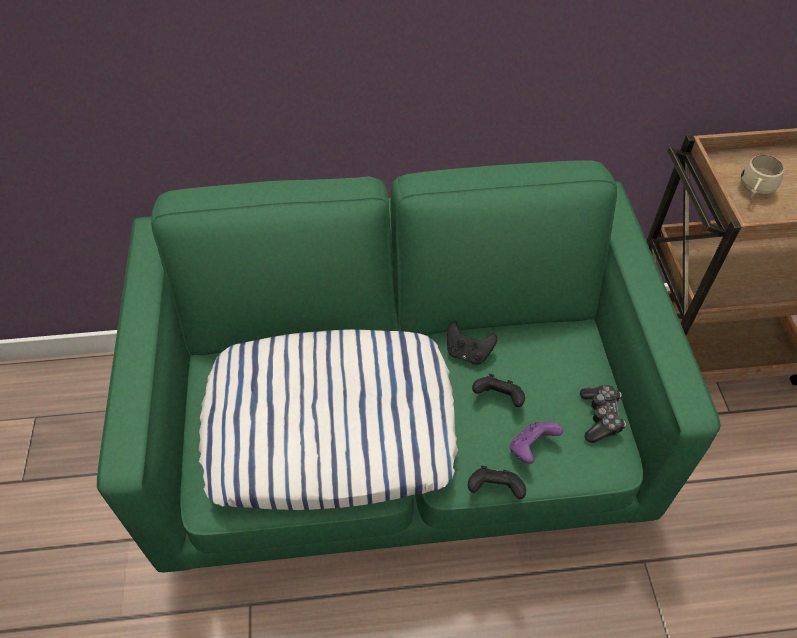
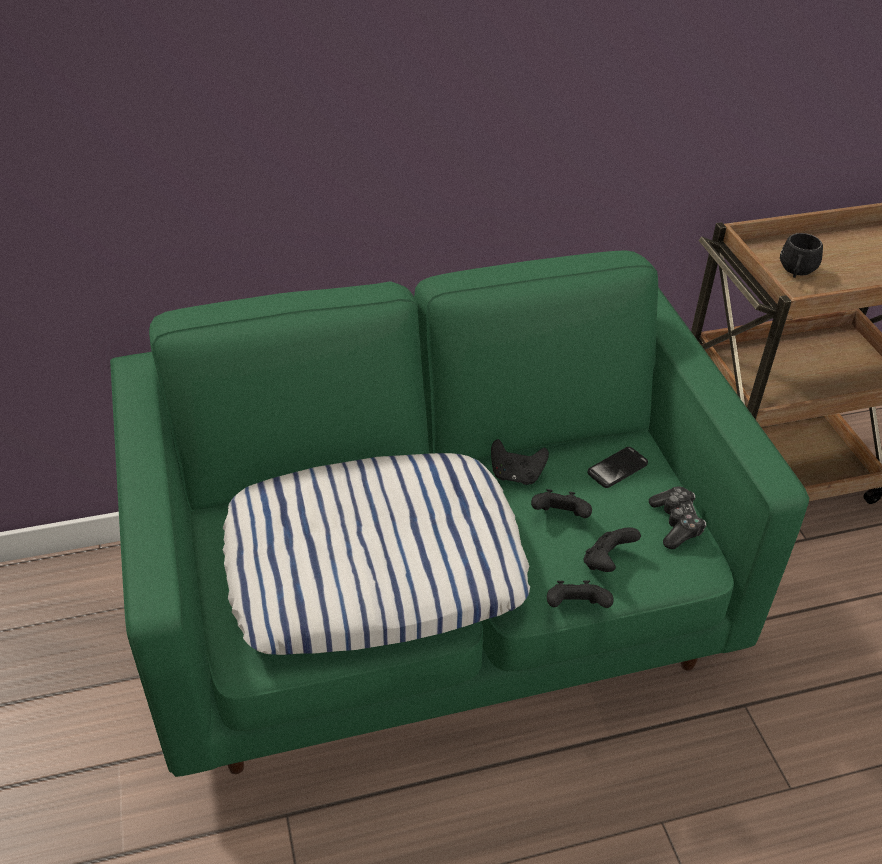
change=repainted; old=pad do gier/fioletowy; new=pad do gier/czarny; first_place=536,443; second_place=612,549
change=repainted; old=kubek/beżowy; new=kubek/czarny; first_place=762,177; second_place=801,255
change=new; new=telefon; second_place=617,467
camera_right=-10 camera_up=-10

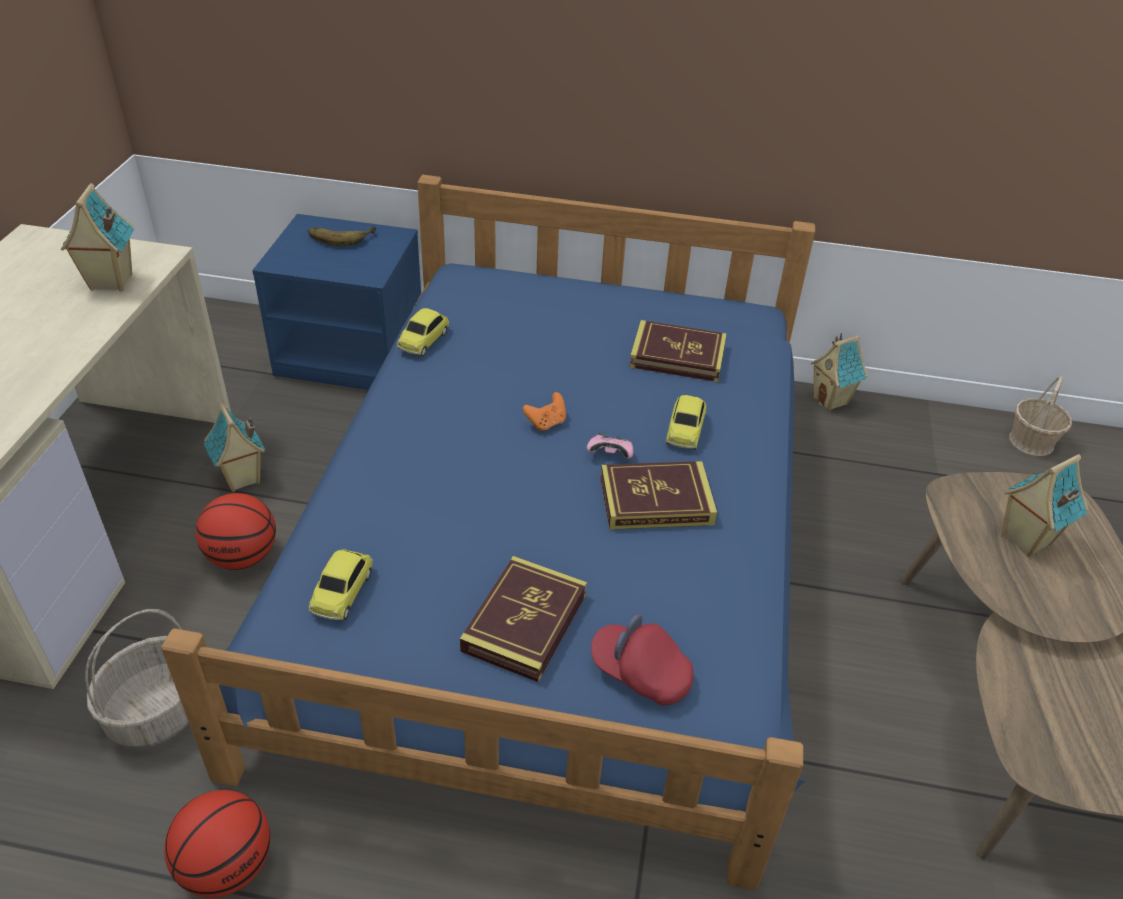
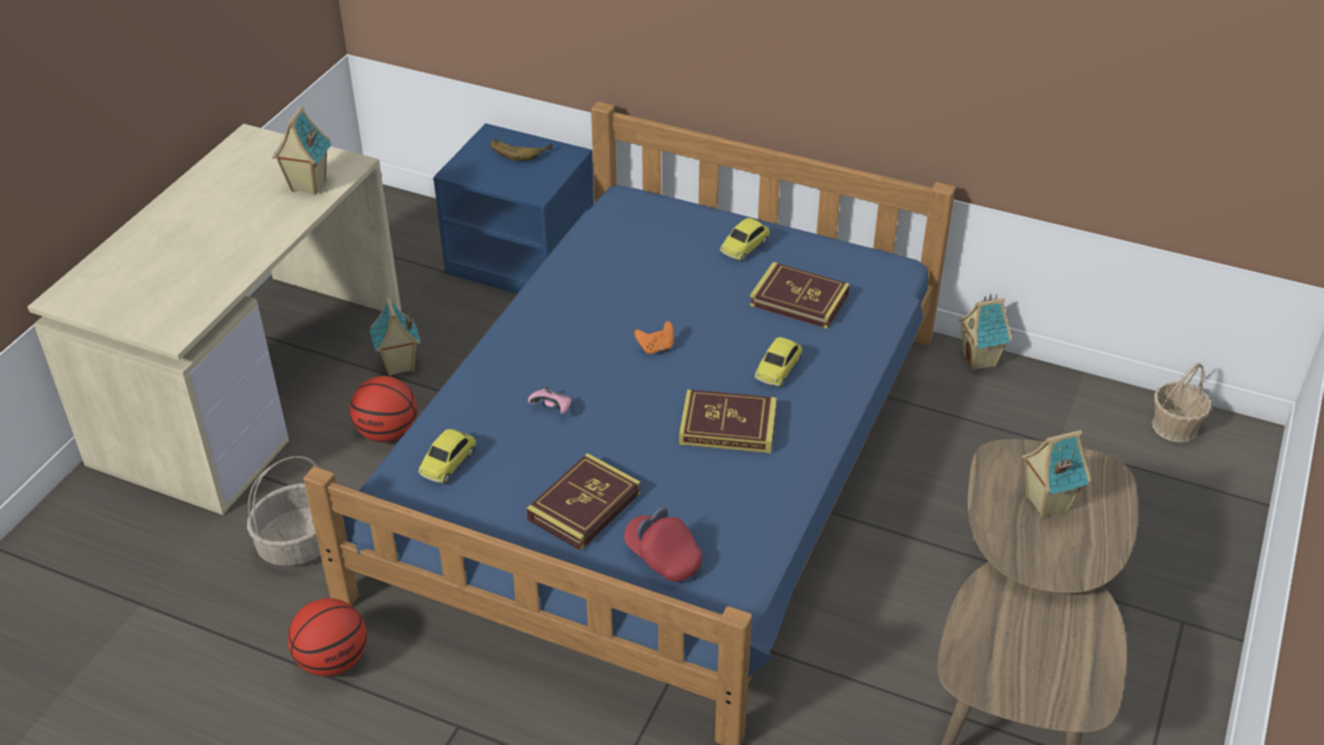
change=shifted; old=samochodzik; first_place=423,332; second_place=745,240
change=shifted; old=pad do gier/różowy; first_place=610,445; second_place=549,400
camera_right=15 camera_up=0

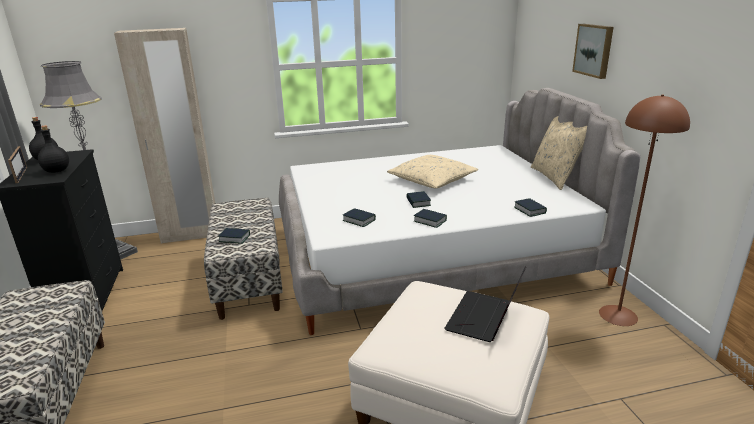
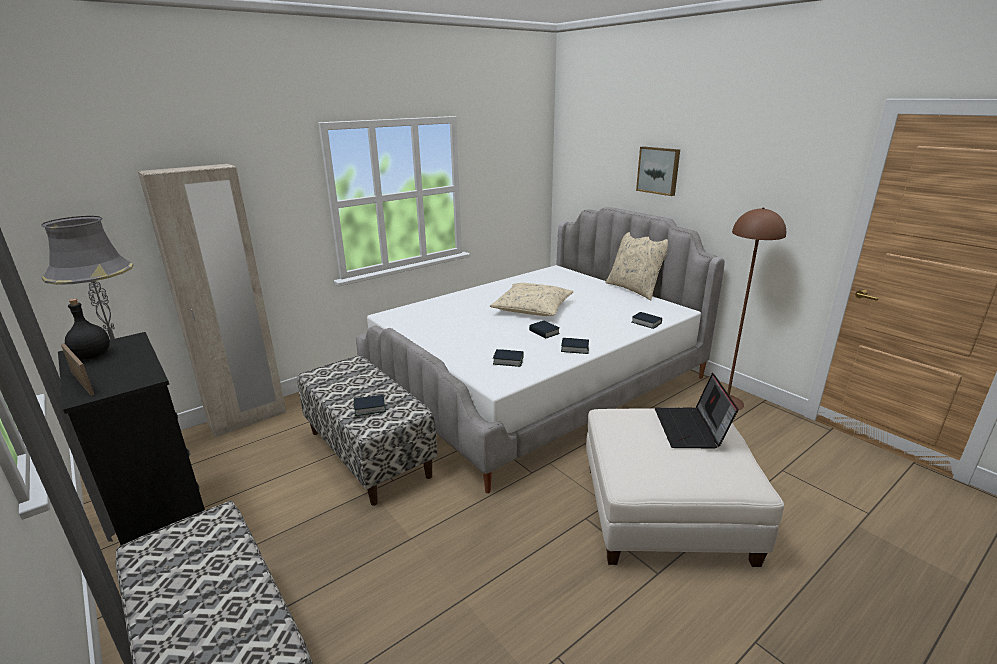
change=gone; old=butelka/czarny; first_place=53,149
camera_right=-25 camera_up=0

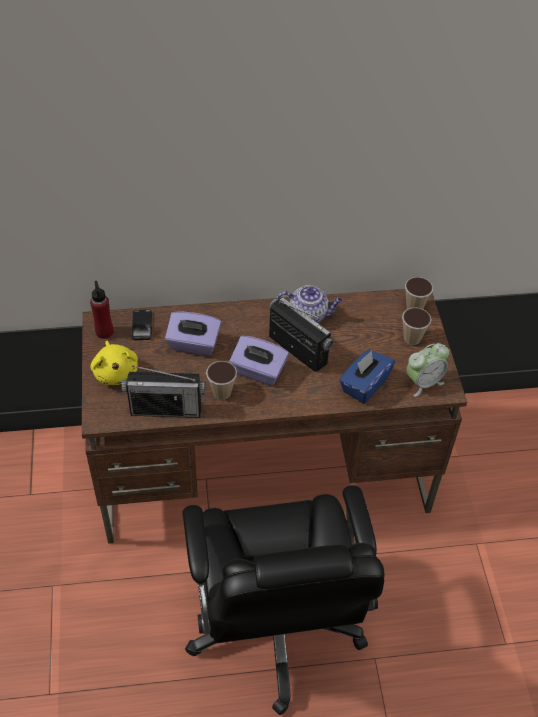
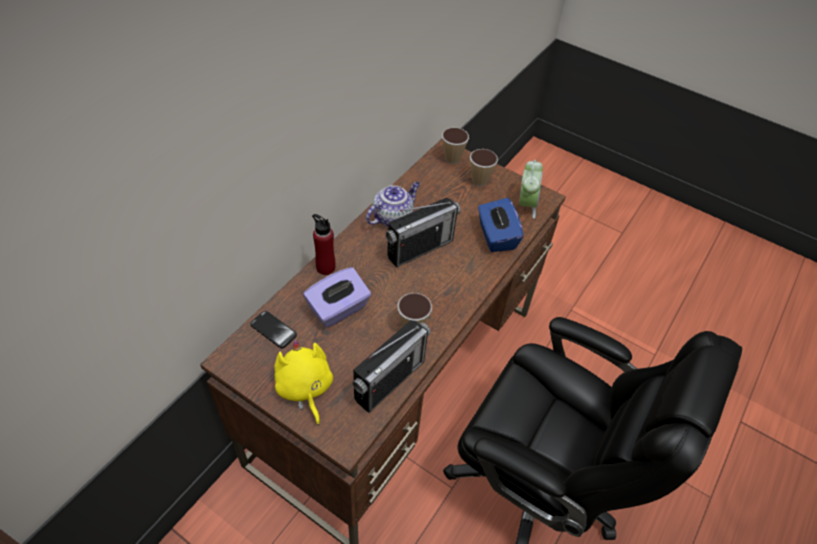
change=shifted; old=butelka/czerwony; first_place=101,310; second_place=324,244
change=rotated; old=pluszak/żółty; first_place=114,363; second_place=304,382; degrees=-135
change=gone; old=pudełko chusteczek/fioletowy; first_place=259,361
change=rotated; old=radio; first_place=301,334; second_place=423,233; degrees=150
camera_right=-50 camera_up=0

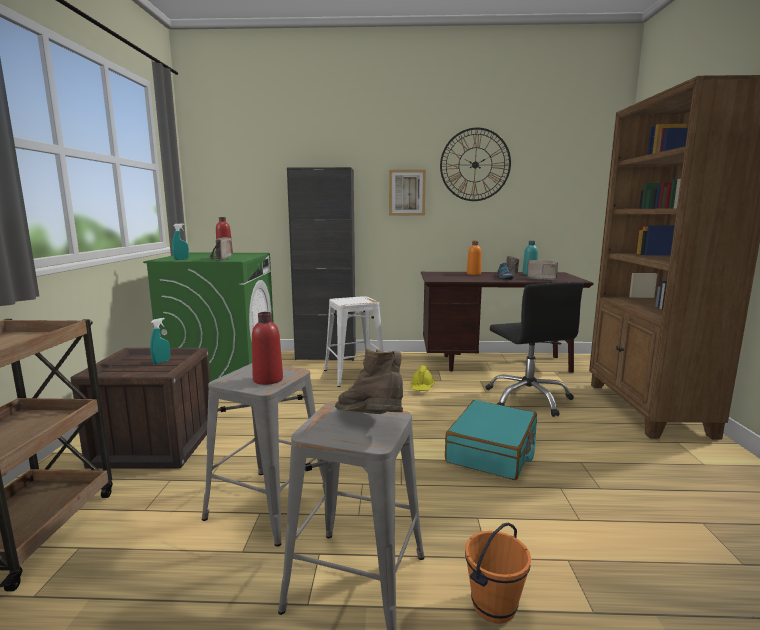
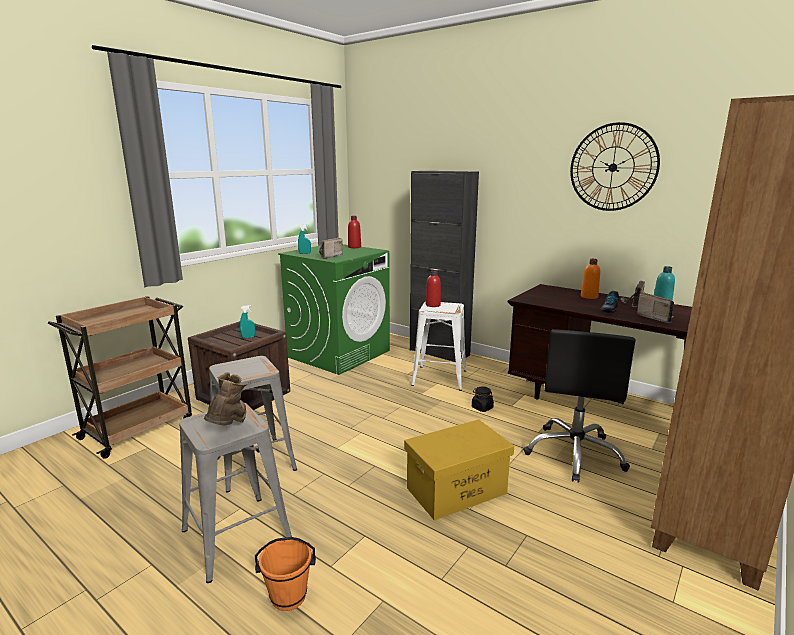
change=shifted; old=butelka/czerwony; first_place=267,348; second_place=433,288
change=gone; old=obraz; first_place=407,192
change=swapped; old=kask/żółty; new=słoik/czarny; first_place=422,378; second_place=483,399
change=swapped; old=walizka/turkusowy; new=pojemnik do przechowywania/żółty; first_place=491,440; second_place=459,469
camera_right=35 camera_up=5

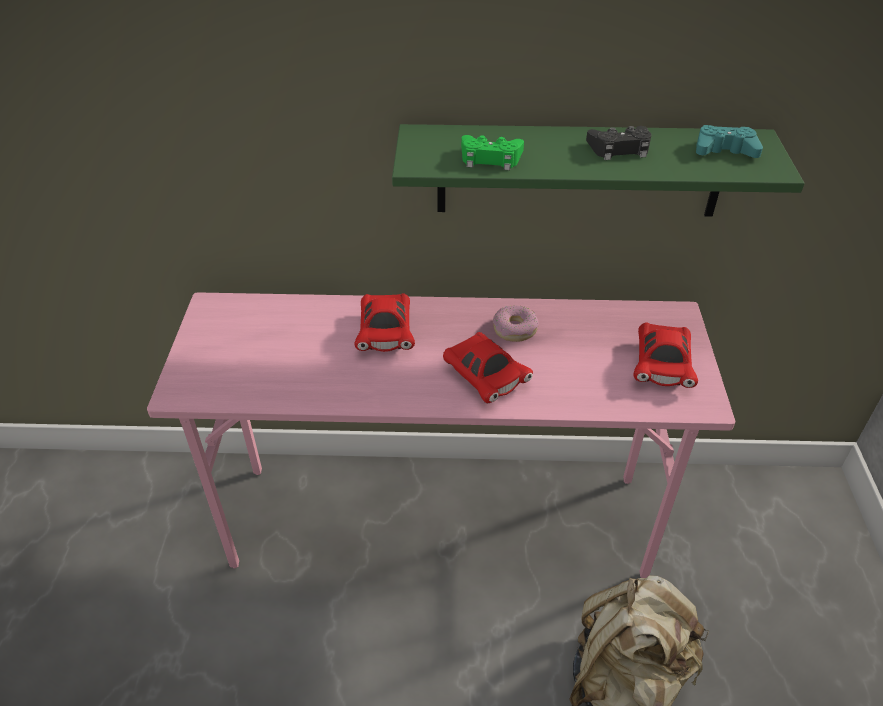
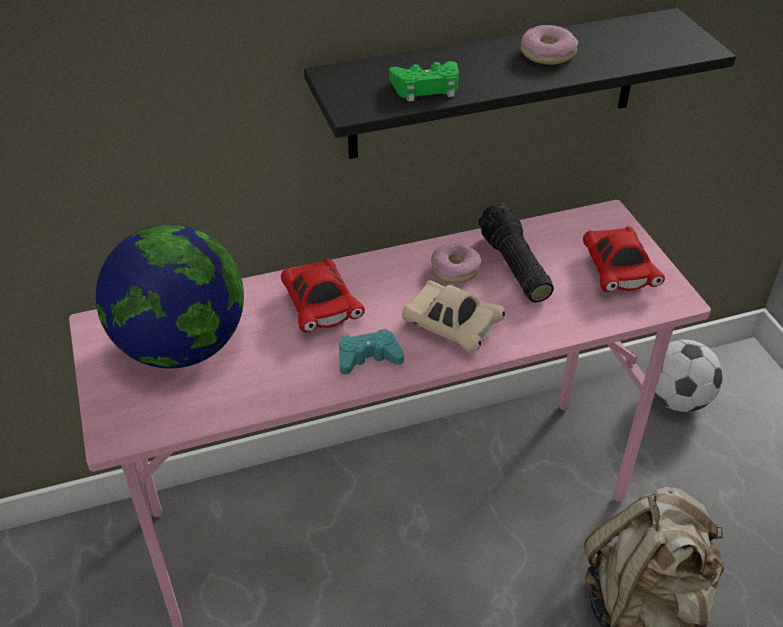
change=repainted; old=półka/zielony; new=półka/czarny; first_place=598,170; second_place=520,83
change=repainted; old=samochodzik/czerwony; new=samochodzik/beżowy; first_place=488,367; second_place=453,316
change=swapped; old=pad do gier/czarny; new=donut; first_place=618,143; second_place=549,45
change=shifted; old=pad do gier/turkusowy; first_place=729,141; second_place=371,352
change=new; new=globus; second_place=170,296
change=new; new=latarka; second_place=516,253
change=new; new=piłka futbolowa; second_place=688,375
camera_right=-20 camera_up=0

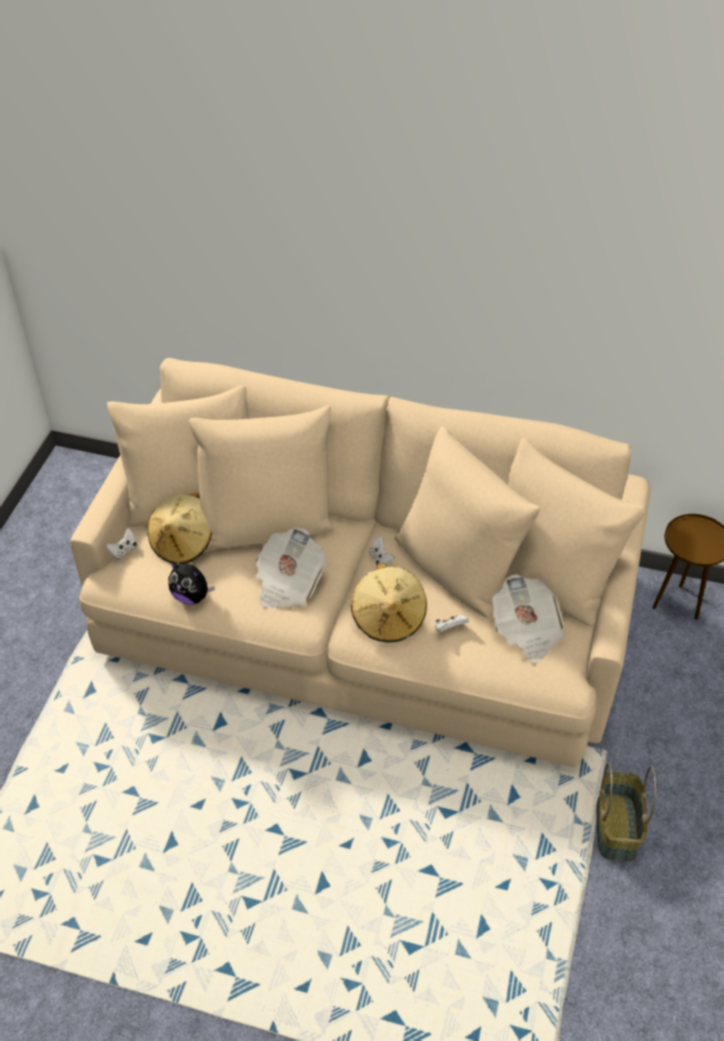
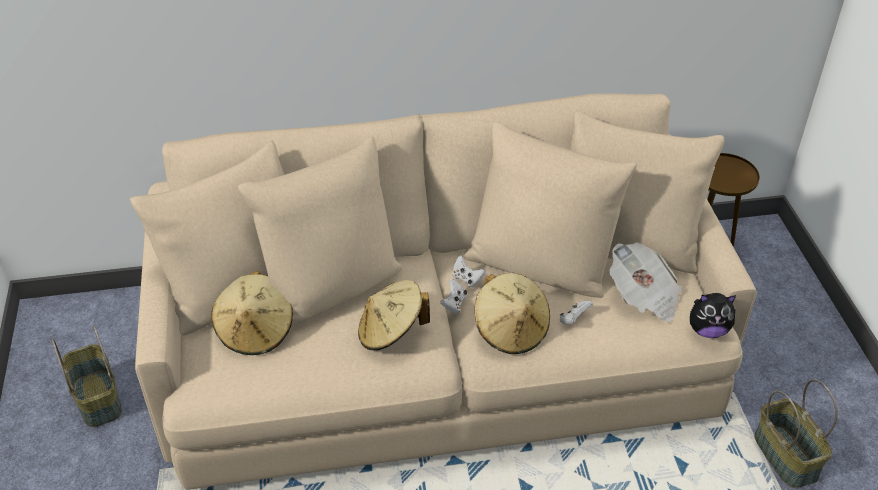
change=shifted; old=pad do gier/biały; first_place=121,544; second_place=454,296
change=shifted; old=pluszak; first_place=191,583; second_place=713,315
change=swapped; old=gazeta; new=kapelusz/beżowy; first_place=291,568; second_place=394,315
change=new; new=koszyk; second_place=87,376
camera_right=-25 camera_up=-5

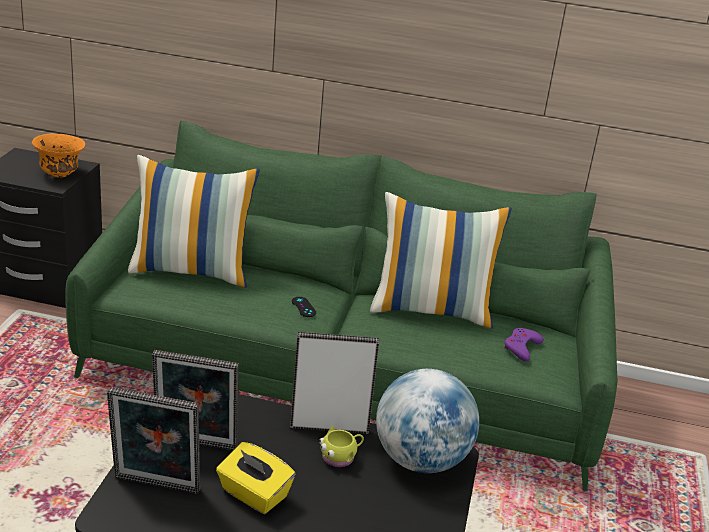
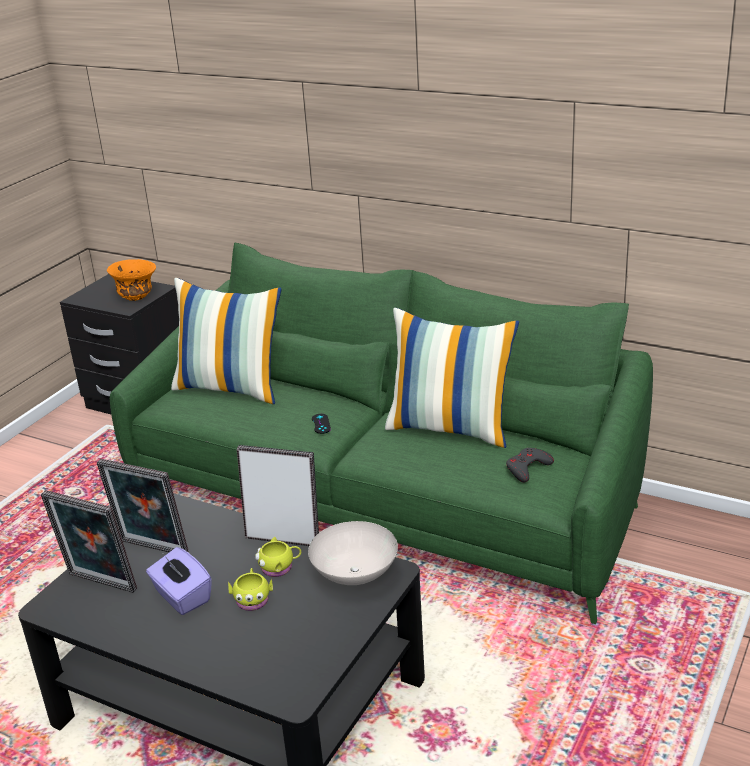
change=repainted; old=pudełko chusteczek/żółty; new=pudełko chusteczek/fioletowy; first_place=255,478; second_place=179,581
change=swapped; old=globus; new=miska/biały; first_place=427,421; second_place=353,553
change=repainted; old=pad do gier/fioletowy; new=pad do gier/szary; first_place=524,344; second_place=530,465
change=new; new=kubek/żółty; second_place=250,589
camera_right=20 camera_up=0

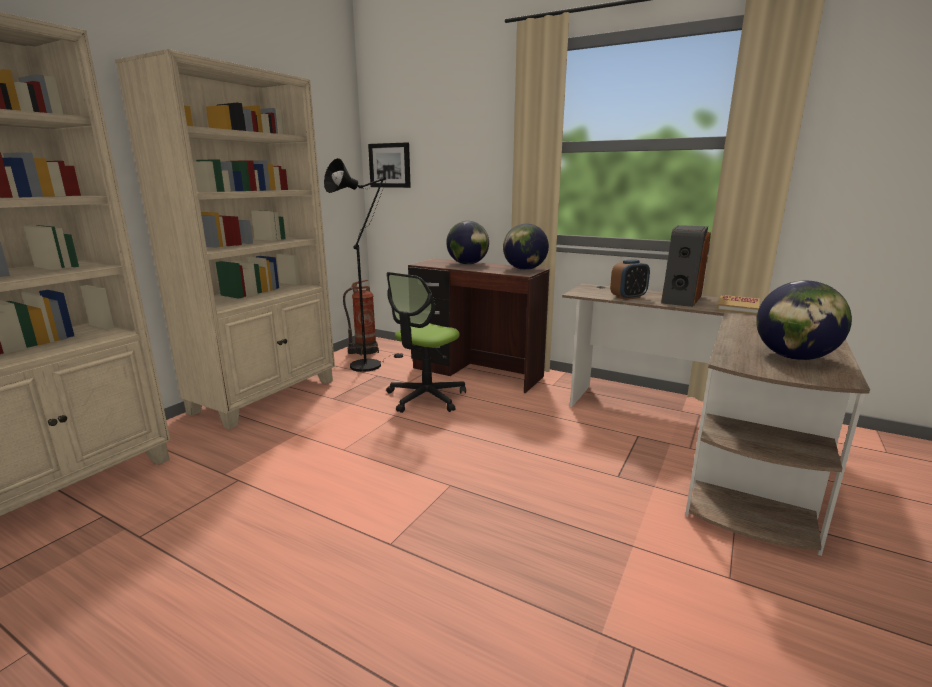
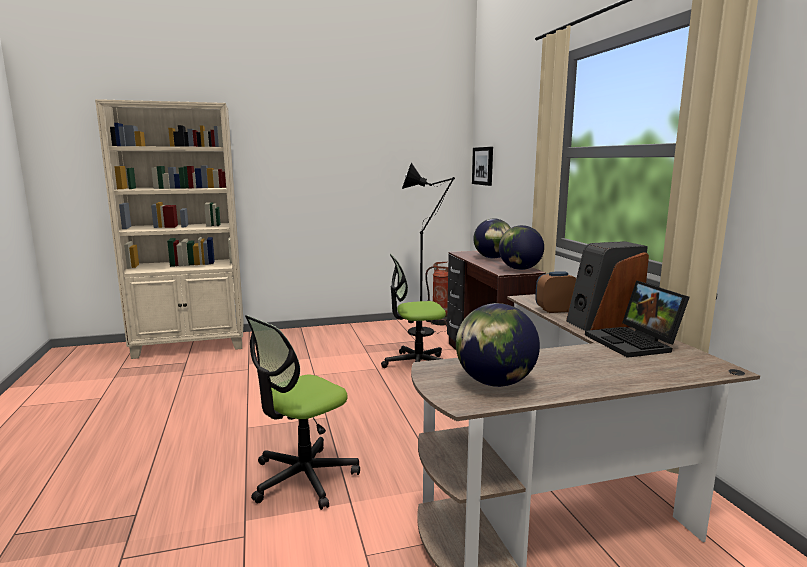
change=gone; old=regał/beżowy; first_place=225,239
change=rotated; old=budzik; first_place=630,279; second_place=555,292; degrees=150
change=swapped; old=książka; new=laptop; first_place=738,305; second_place=637,319
change=new; new=krzesło biurowe; second_place=302,412
camera_right=45 camera_up=-5

